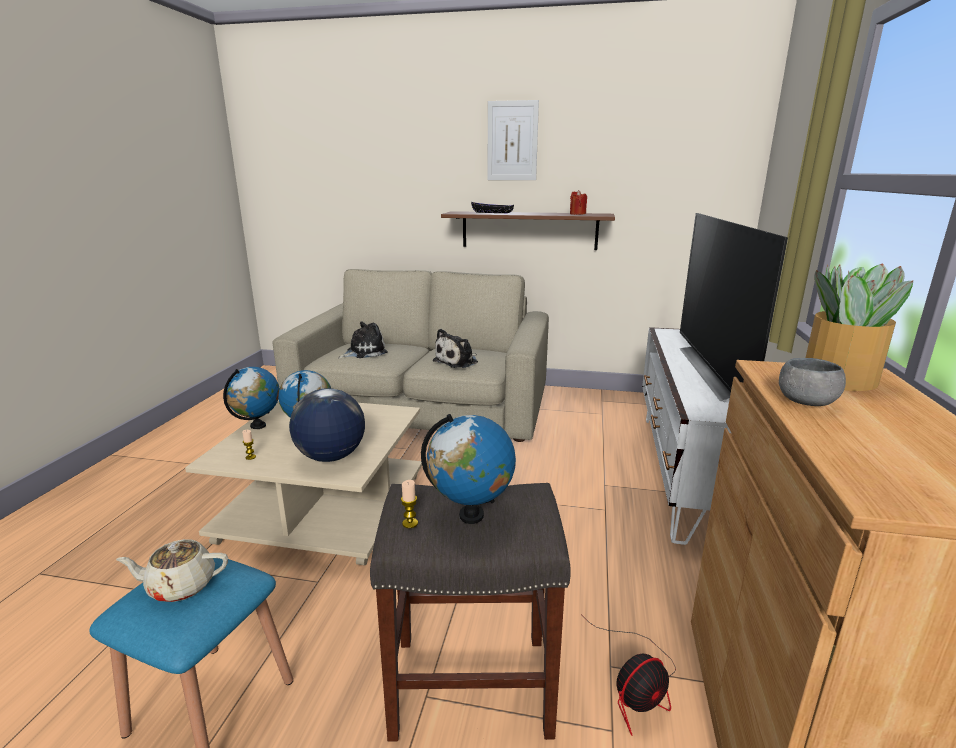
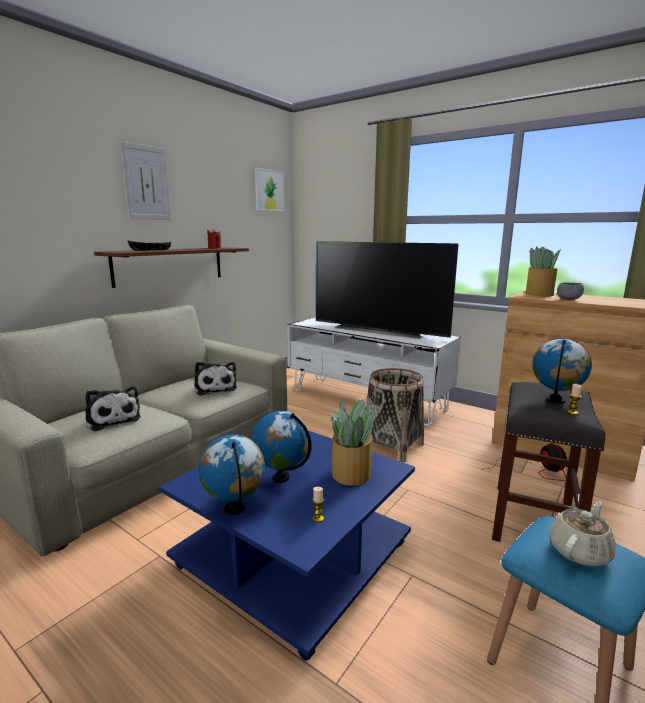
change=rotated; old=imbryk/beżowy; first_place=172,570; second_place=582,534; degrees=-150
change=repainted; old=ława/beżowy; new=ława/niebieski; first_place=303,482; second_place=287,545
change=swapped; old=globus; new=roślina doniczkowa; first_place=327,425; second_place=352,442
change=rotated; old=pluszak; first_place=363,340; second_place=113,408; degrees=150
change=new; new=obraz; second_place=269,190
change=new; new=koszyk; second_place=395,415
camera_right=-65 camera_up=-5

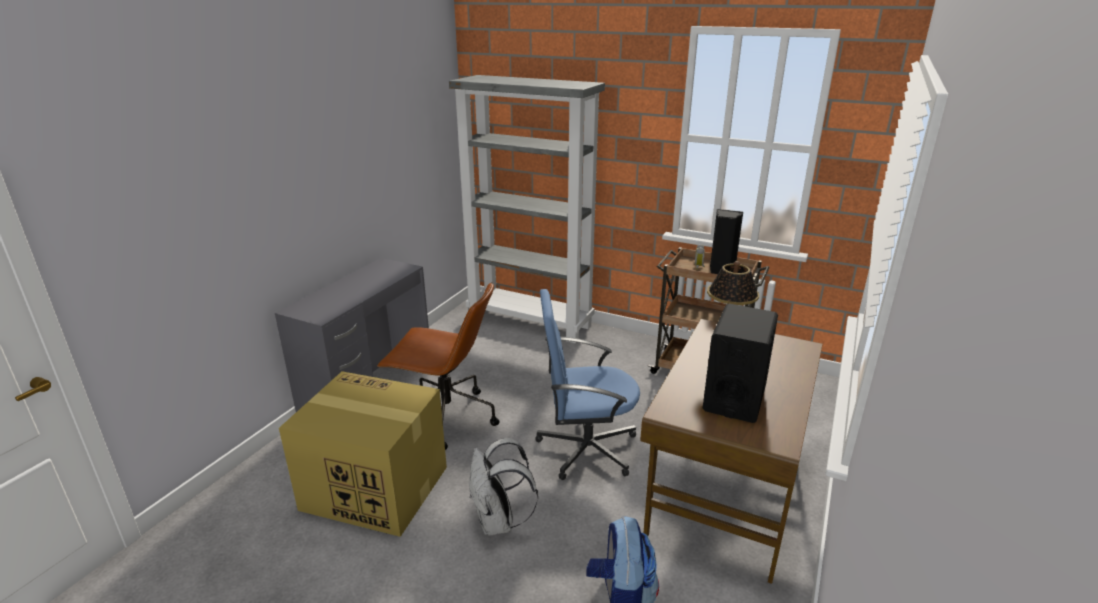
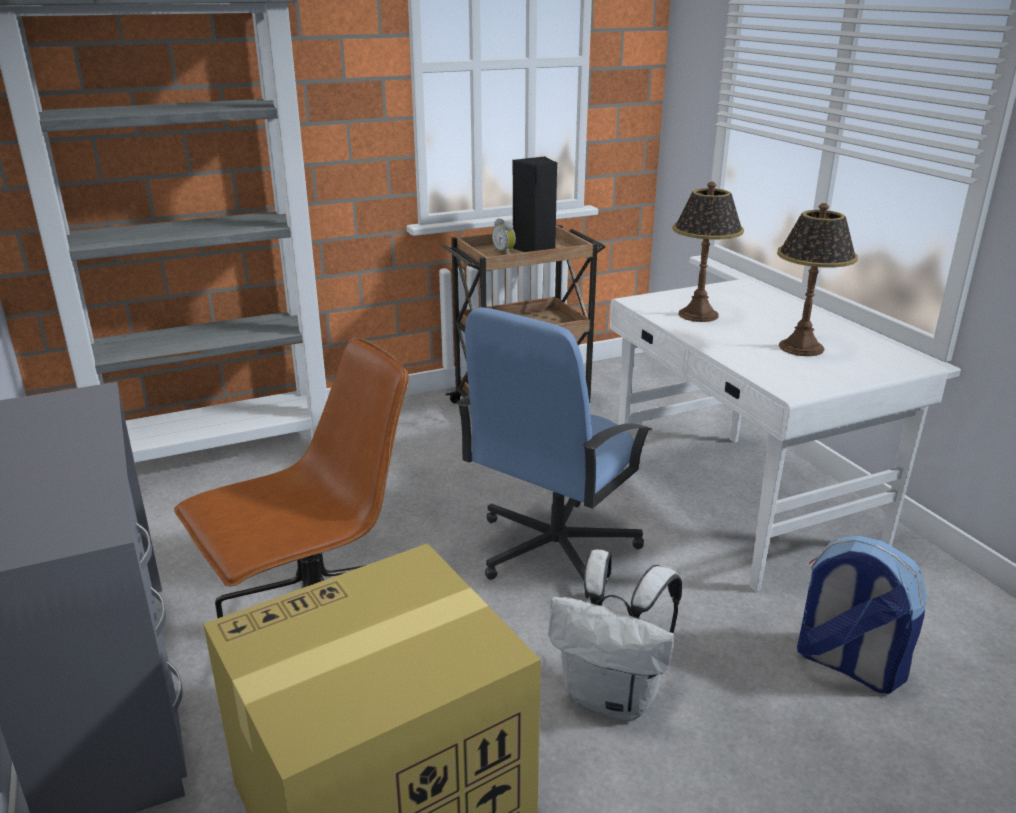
change=repainted; old=biurko/brązowy; new=biurko/biały; first_place=731,451; second_place=779,435
change=swapped; old=głośnik/czarny; new=lampa stołowa; first_place=740,363; second_place=817,279
camera_right=-50 camera_up=0

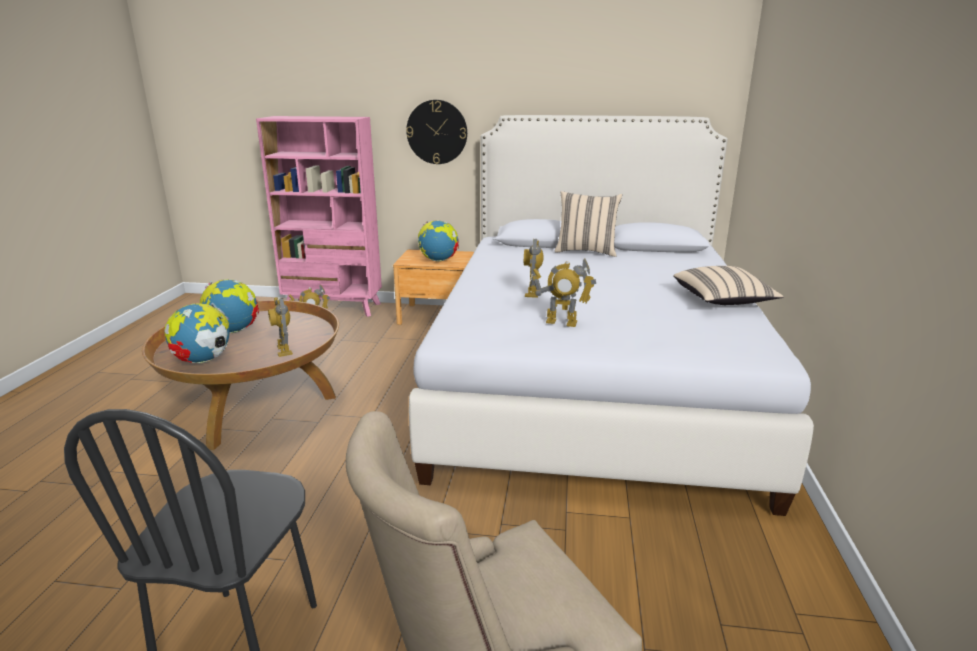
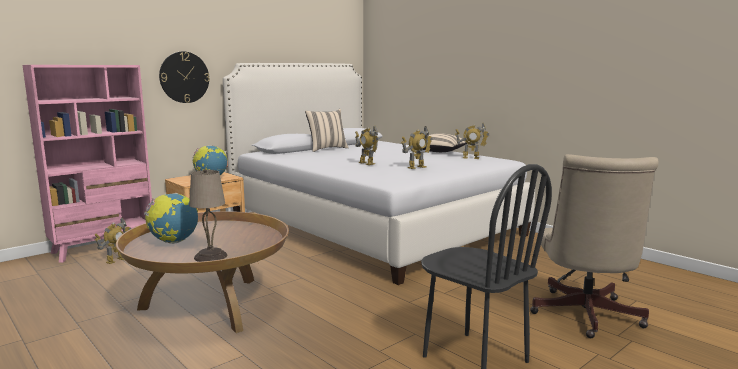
change=swapped; old=globus; new=lampa stołowa/beżowy; first_place=197,333; second_place=208,215
change=shifted; old=robot zabawkowy; first_place=280,327; second_place=472,141
camera_right=-50 camera_up=-10

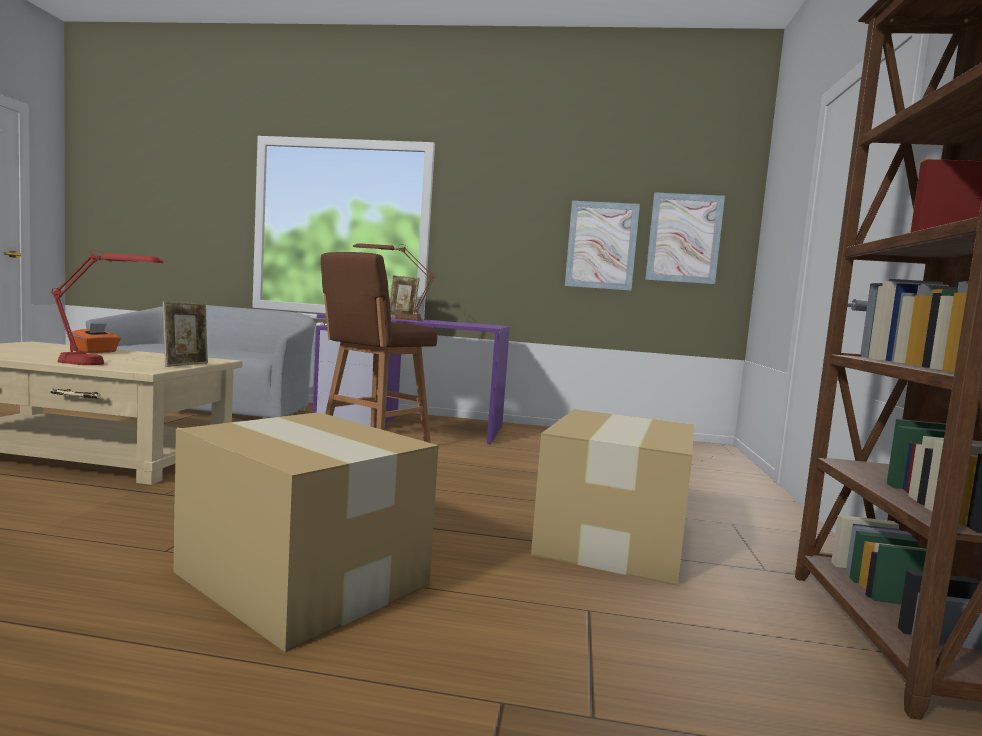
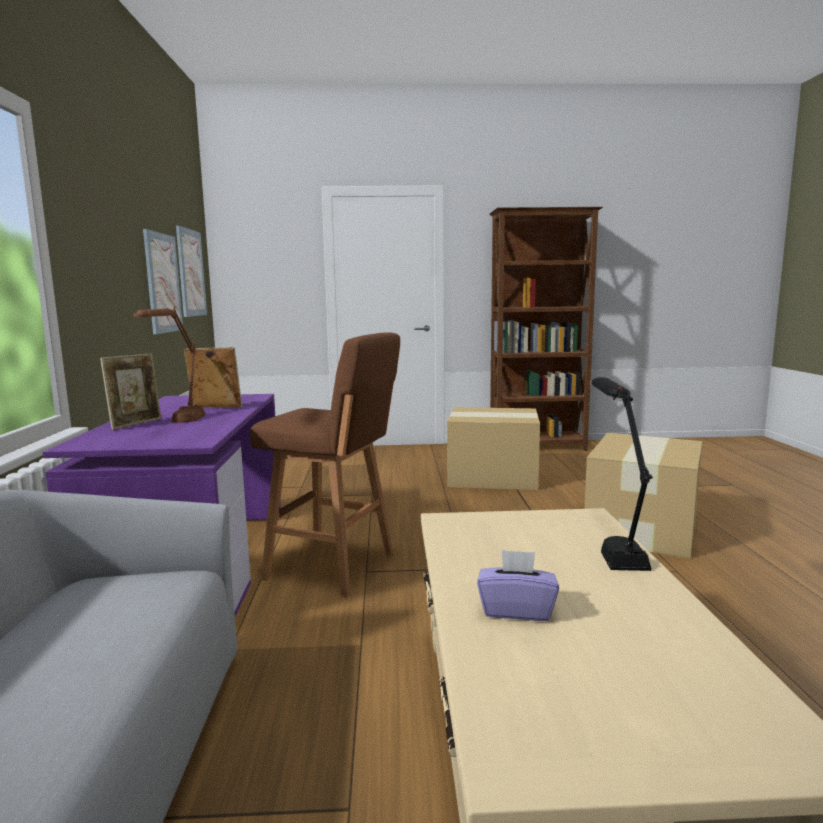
change=repainted; old=lampa stołowa/czerwony; new=lampa stołowa/czarny; first_place=107,307; second_place=622,474
change=repainted; old=pudełko chusteczek/pomarańczowy; new=pudełko chusteczek/fioletowy; first_place=96,338; second_place=518,585
change=shifted; old=ramka na zdjęcie; first_place=185,334; second_place=213,377
camera_right=-100 camera_up=5

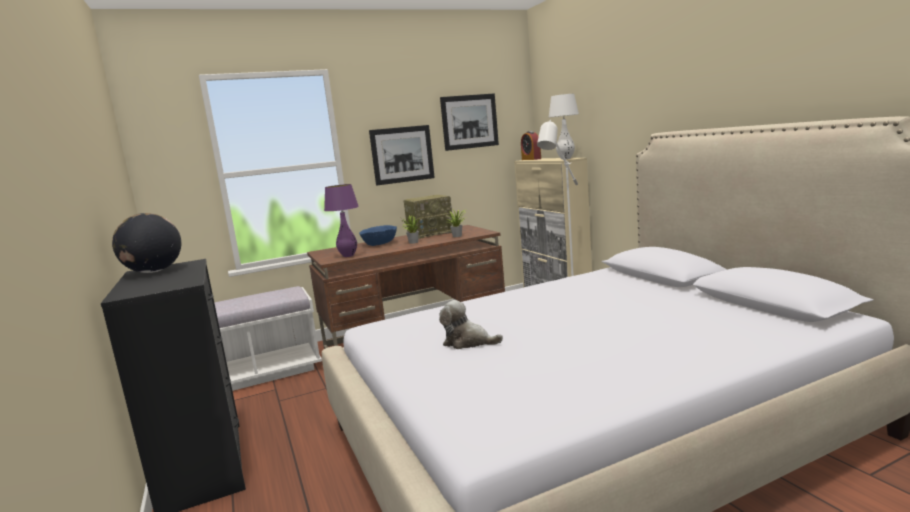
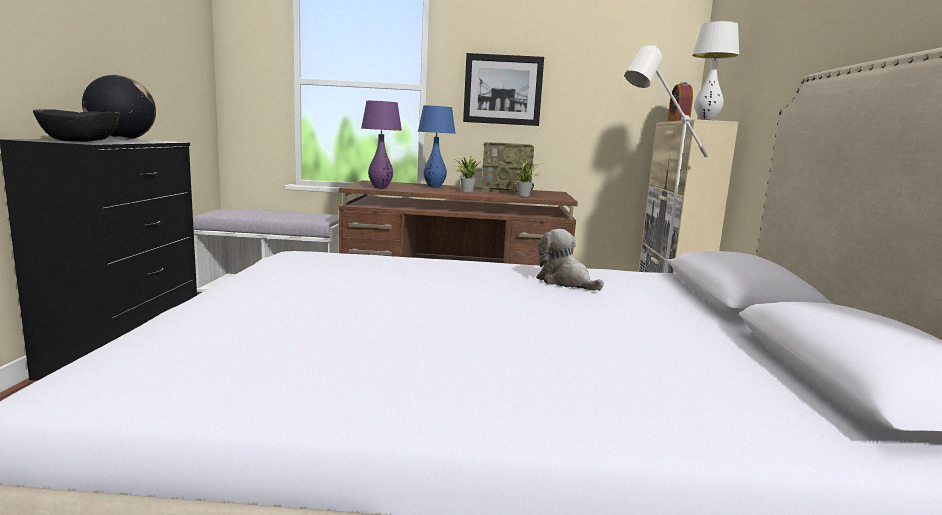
change=swapped; old=miska/niebieski; new=lampa stołowa/niebieski; first_place=378,235; second_place=437,147
change=shifted; old=pluszak; first_place=471,324; second_place=570,260
change=gone; old=obraz; first_place=469,122
change=new; new=miska/czarny; second_place=76,125
camera_right=25 camera_up=0

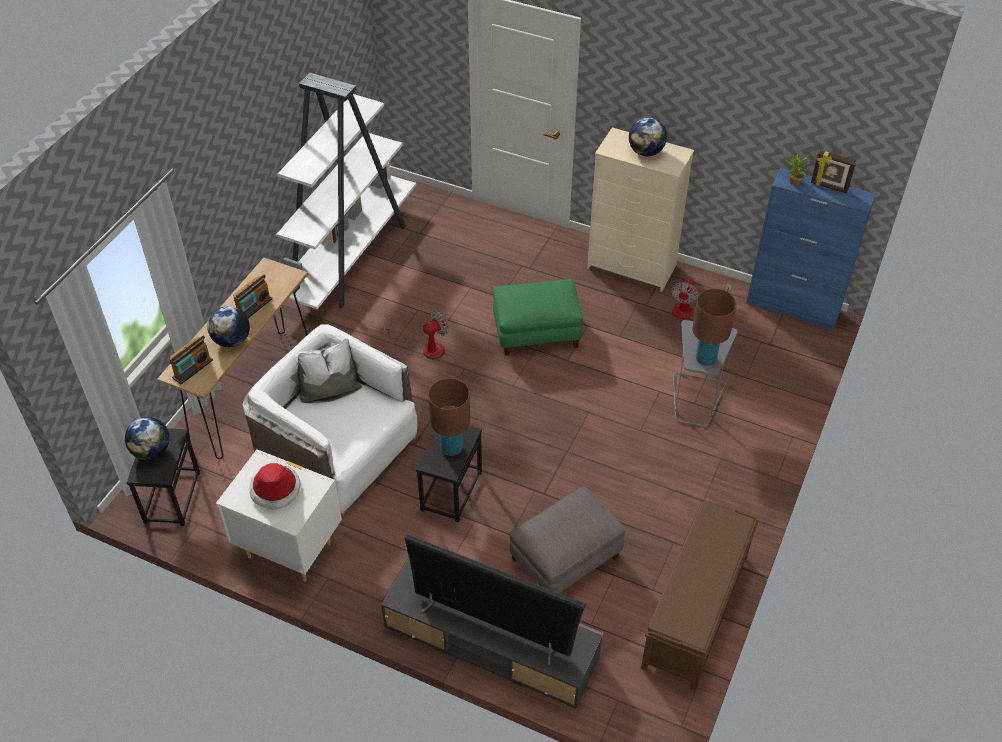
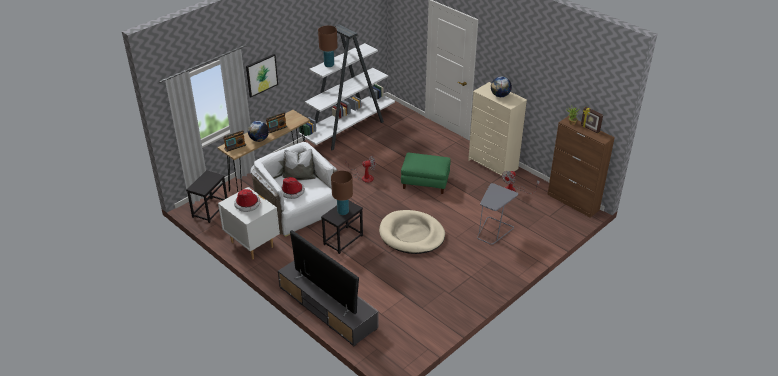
change=gone; old=globus; first_place=147,438
change=gone; old=pufa/szary; first_place=567,539
change=gone; old=ławka/brązowy; first_place=700,596
change=shifted; old=lampa stołowa/brązowy; first_place=714,327; second_place=328,46
change=repainted; old=szafka/niebieski; new=szafka/brązowy; first_place=811,249; second_place=581,167
change=new; new=obraz; second_place=262,75
change=new; new=kapelusz; second_place=293,188
change=new; new=legowisko/beżowy; second_place=412,232
camera_right=20 camera_up=-10

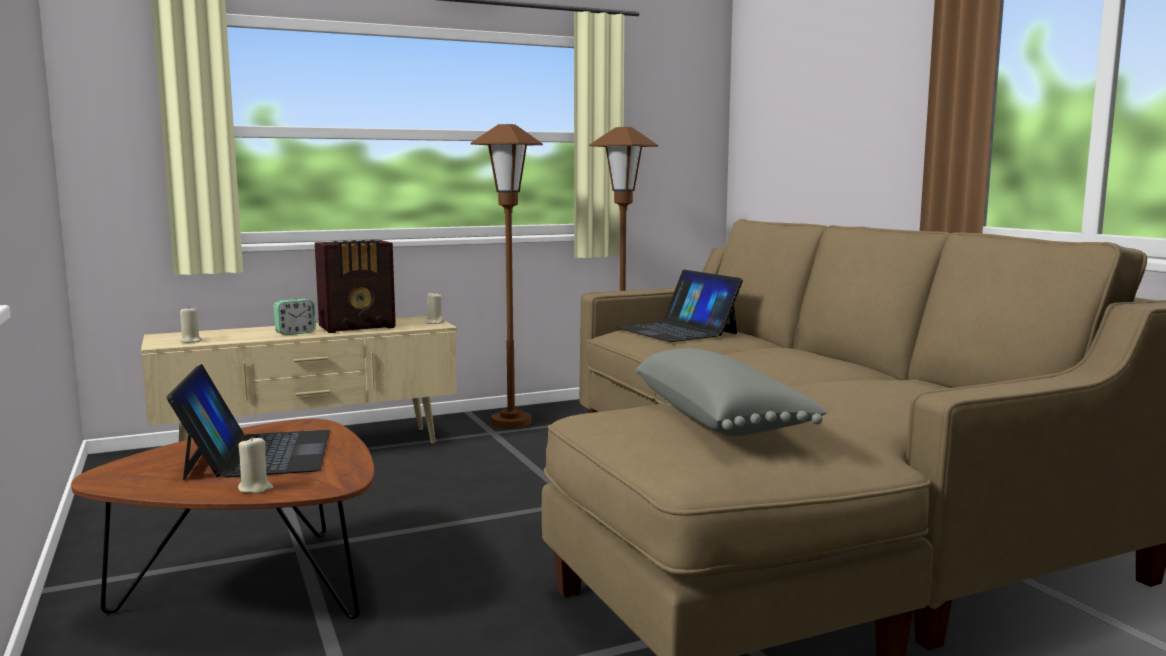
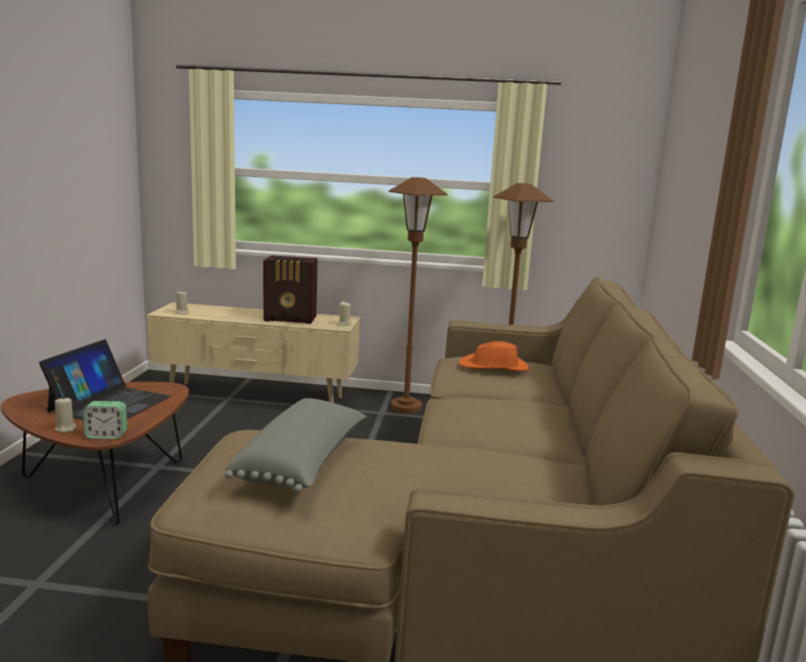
change=shifted; old=budzik; first_place=294,317; second_place=105,420
change=swapped; old=laptop; new=kapelusz/pomarańczowy; first_place=679,306; second_place=493,356
camera_right=30 camera_up=5

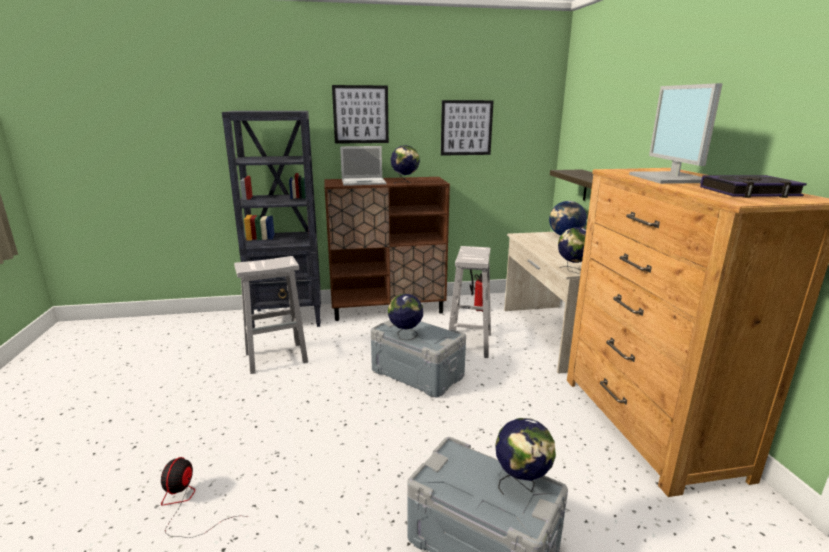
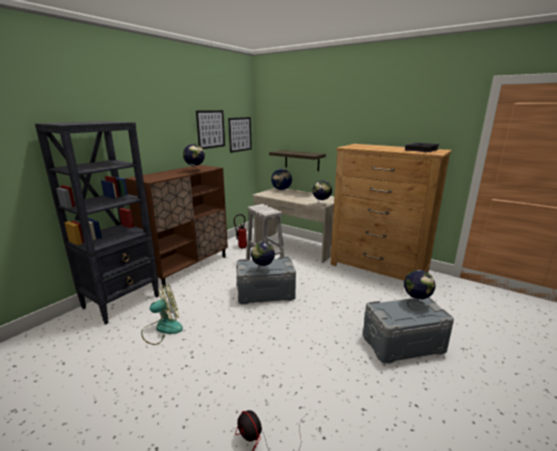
change=swapped; old=stołek/biały; new=wentylator; first_place=271,315; second_place=162,314
change=shifted; old=obraz; first_place=360,114; second_place=240,135
change=gone; old=laptop; first_place=363,166
change=gone; old=monitor; first_place=676,133
camera_right=-45 camera_up=0

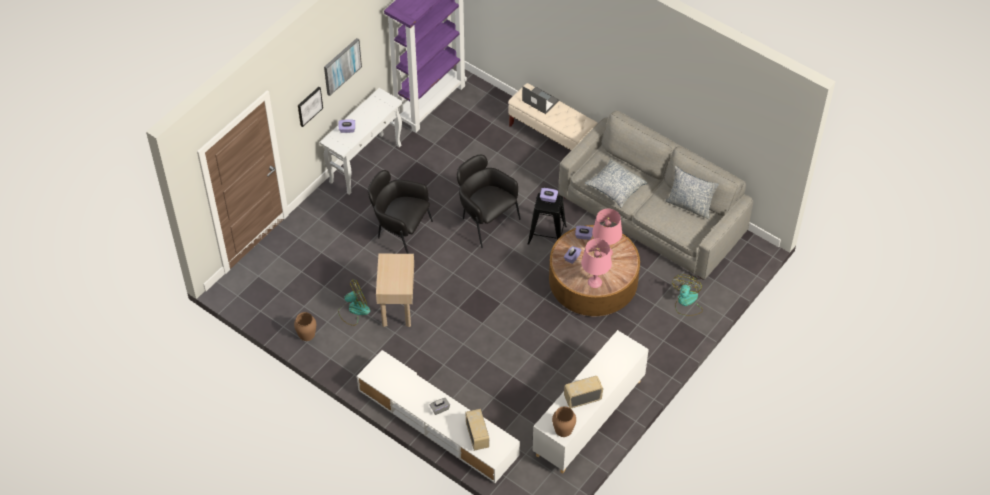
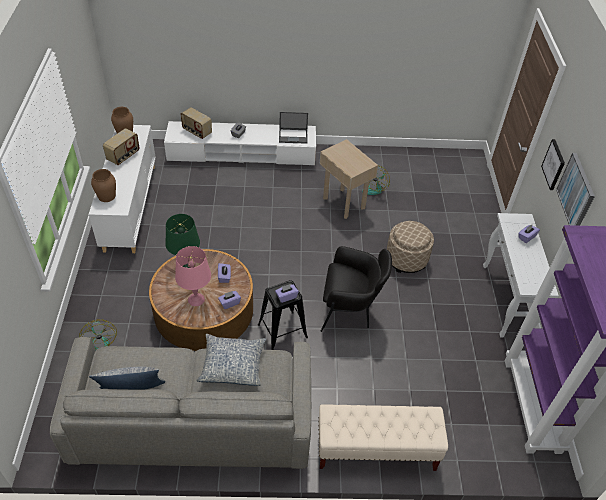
change=shifted; old=wazon/brązowy; first_place=305,326; second_place=103,185
change=swapped; old=fotel/czarny; new=pufa/beżowy; first_place=400,212; second_place=410,247
change=shifted; old=laptop; first_place=540,100; second_place=293,128
change=repainted; old=lampa stołowa/różowy; new=lampa stołowa/zielony; first_place=596,263; second_place=182,241
camera_right=140 camera_up=-5

